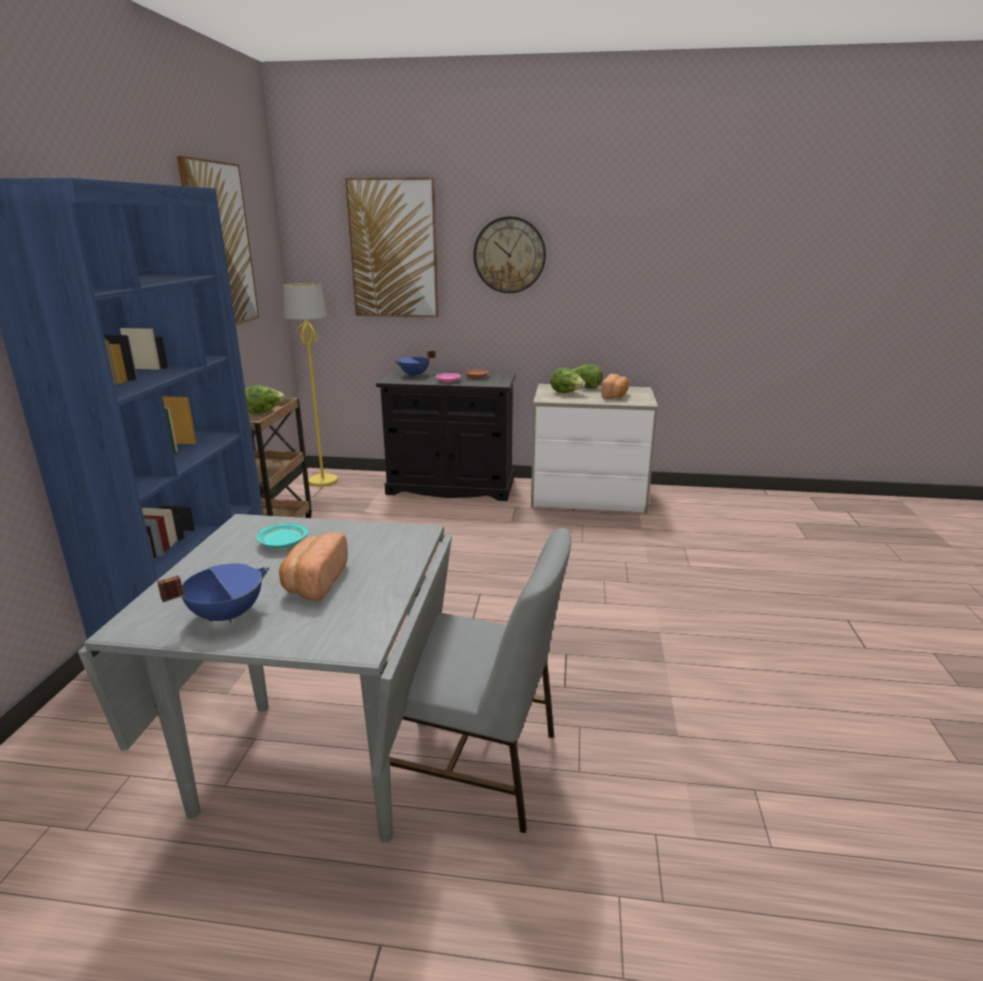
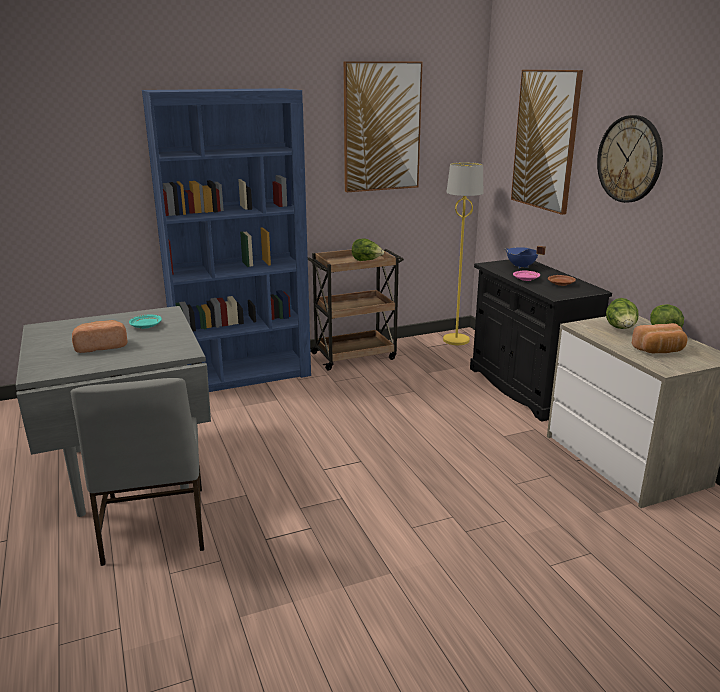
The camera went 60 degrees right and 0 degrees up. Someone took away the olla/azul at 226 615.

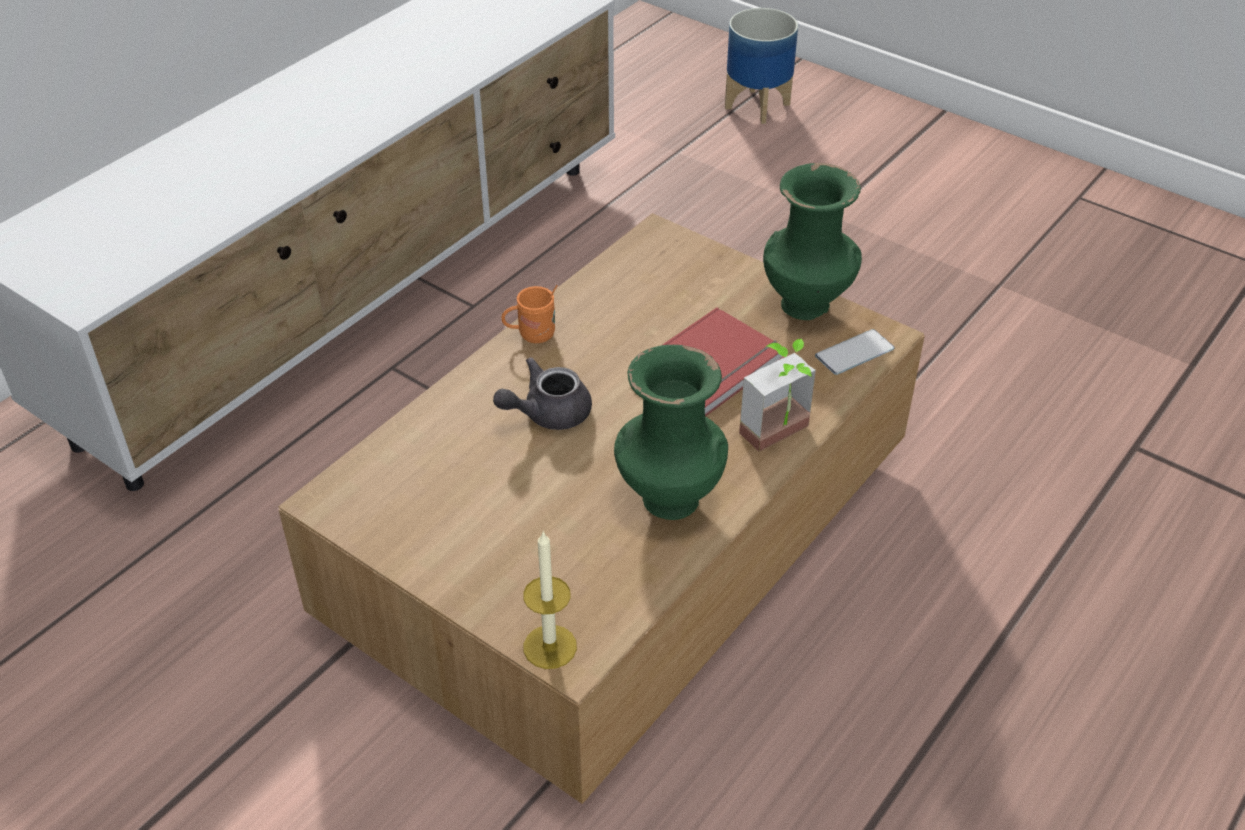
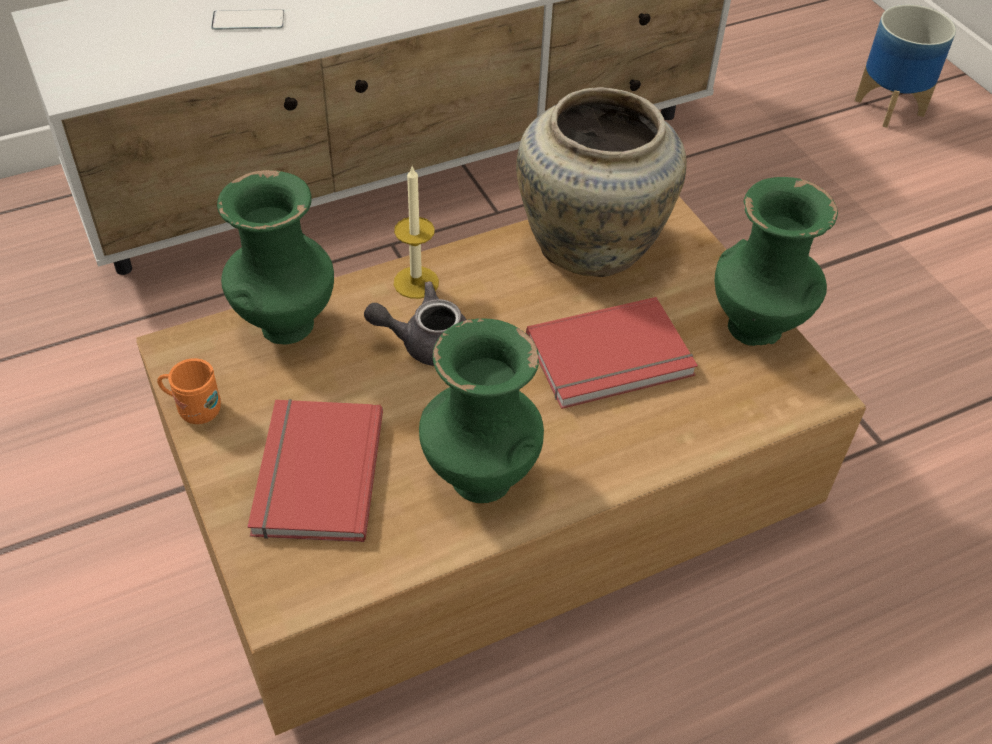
The camera went 25 degrees right and 5 degrees up. Someone carried the taza grande/naranja from 531 335 to 194 409. Someone carried the vela from 550 646 to 416 282. Someone took away the planta en maceta at 782 437. Someone carried the móvil from 854 353 to 248 20. Someone put down the florero/verde at 285 327. Someone put down the libro/rojo at 313 473. Someone put down the florero/beis at 592 245.

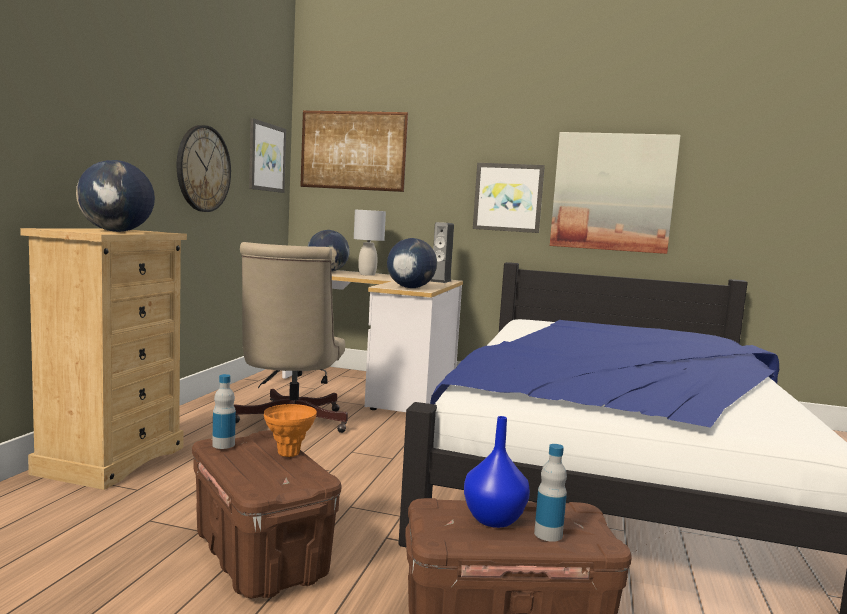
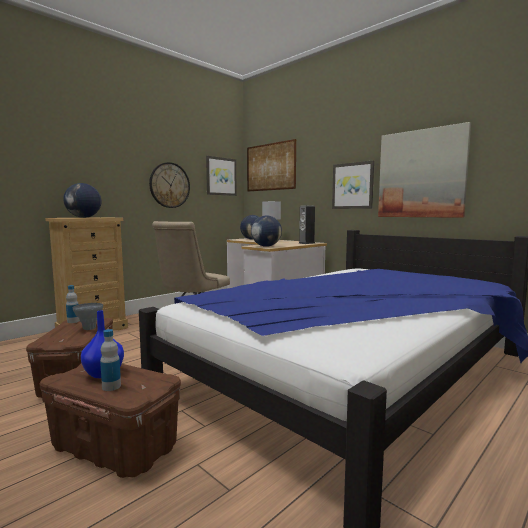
The camera went 30 degrees right and 0 degrees up. Someone repainted the florero/naranja at 289 453, which became the florero/gris at 89 328.

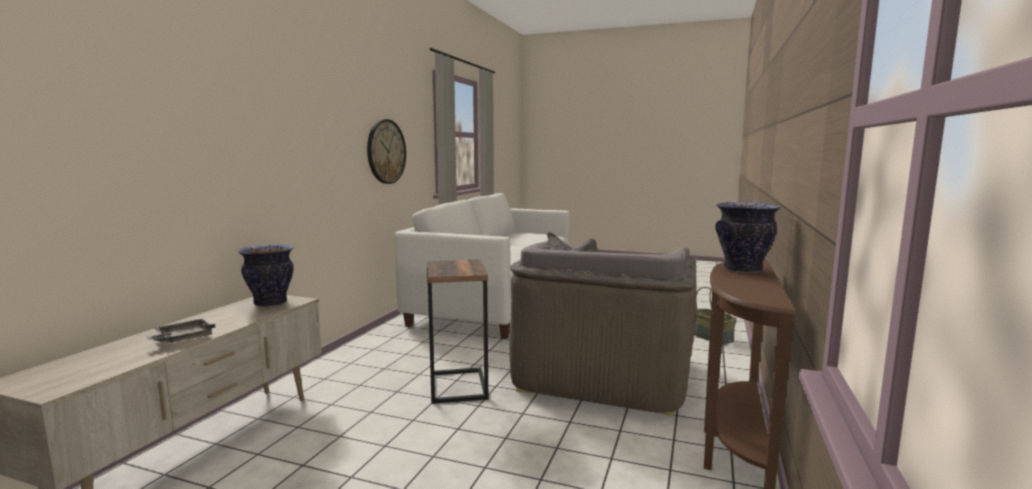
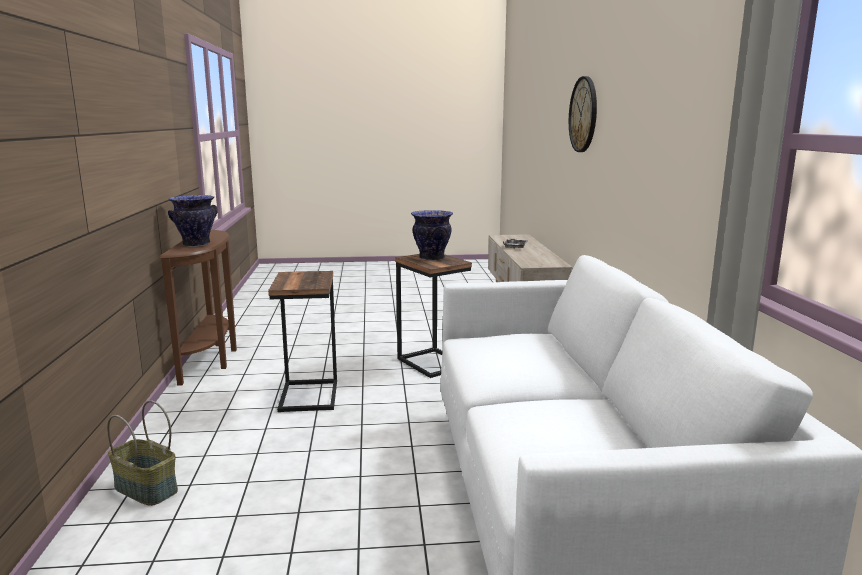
The camera went 155 degrees right and 5 degrees up. Someone carried the florero from 271 303 to 431 258. Someone carried the reloj de pared from 386 151 to 583 114. Someone swapped the sillón/gris at 603 374 for the mesa auxiliar at 310 395.

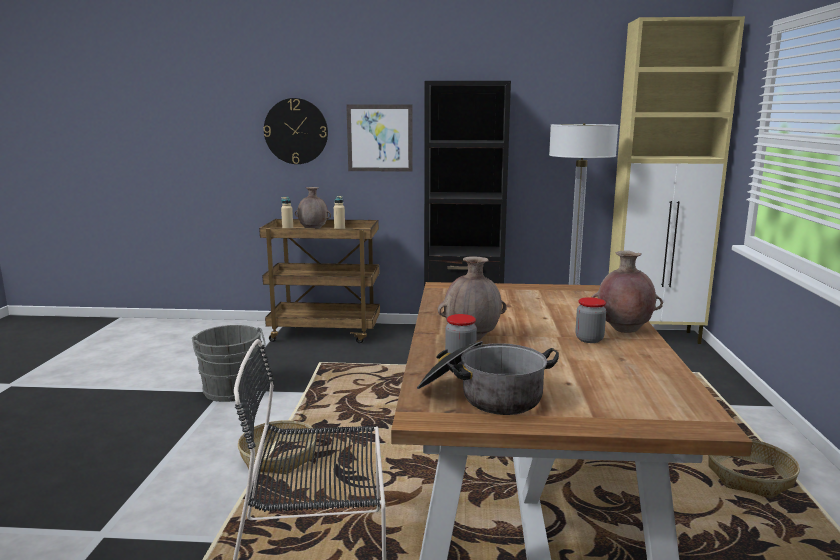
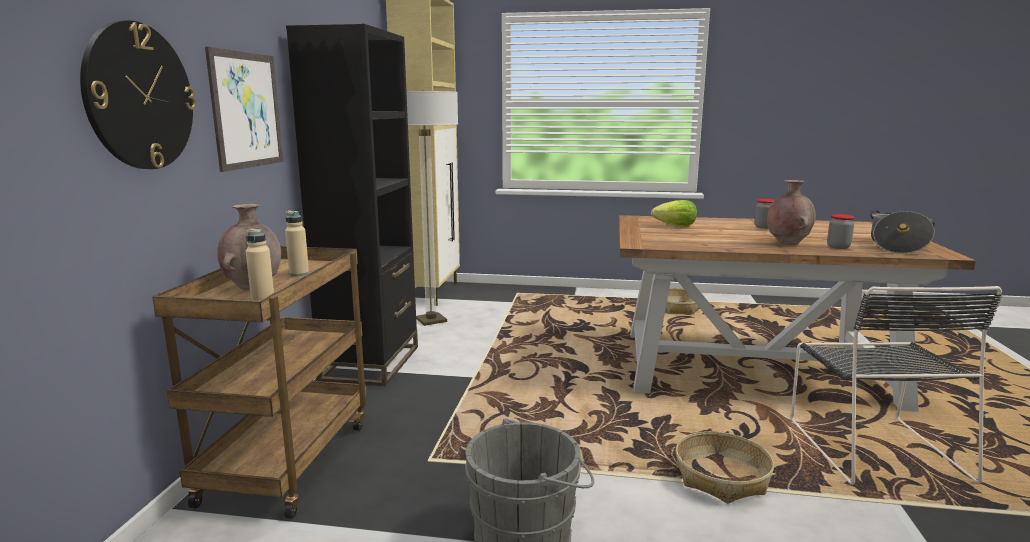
The camera went 85 degrees left and 0 degrees up. Someone took away the florero/marrón at 623 330. Someone put down the lechuga at 675 226.

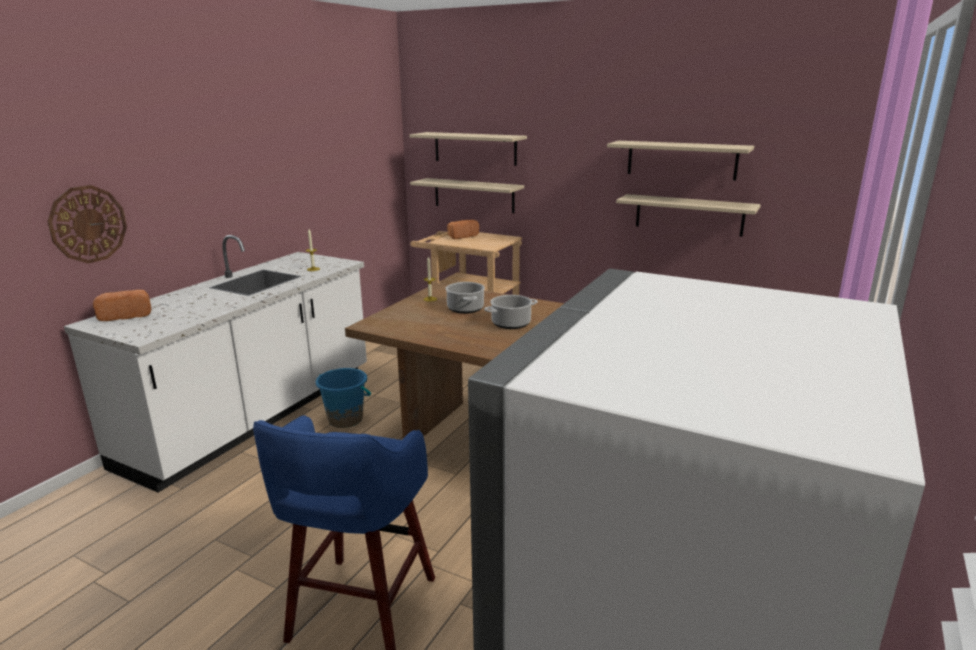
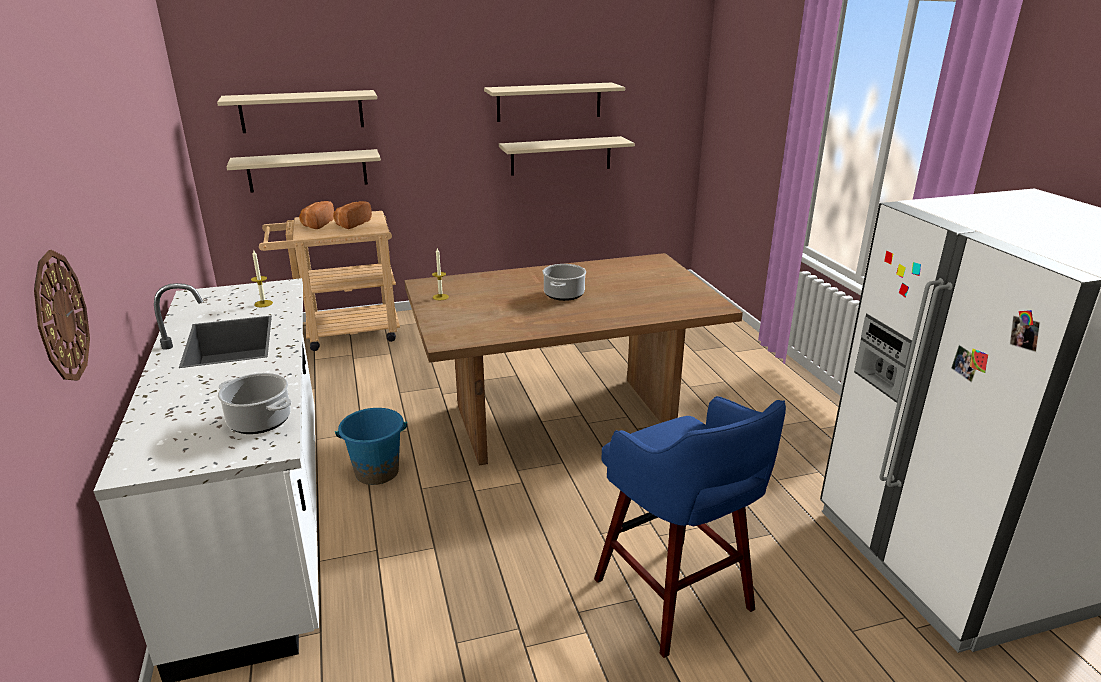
The camera went 45 degrees left and 5 degrees up. Someone carried the pan from 126 315 to 352 224. Someone carried the olla from 466 309 to 260 421.

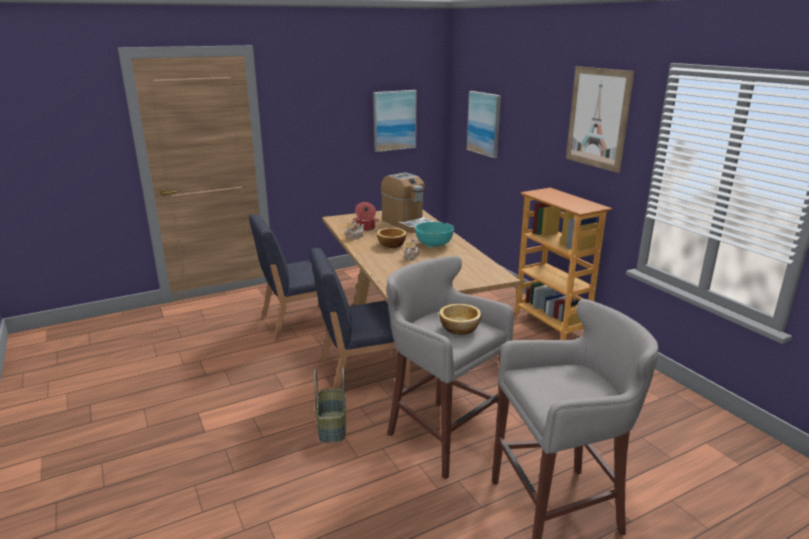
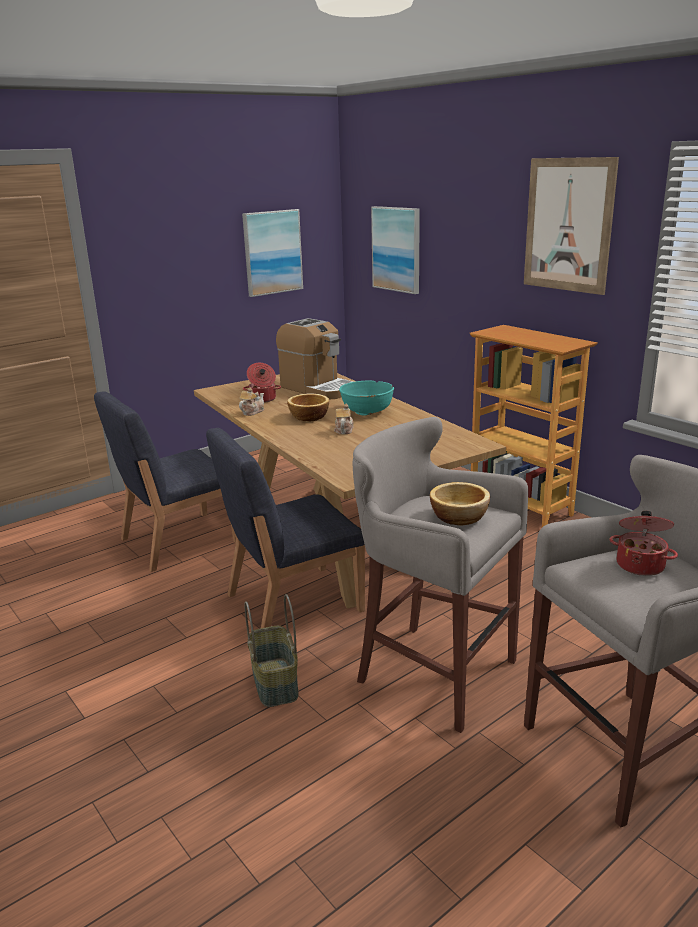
The camera went 10 degrees left and 0 degrees up. Someone put down the olla at 640 564.

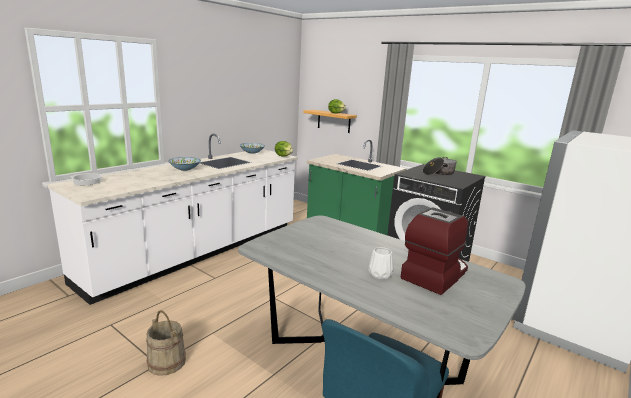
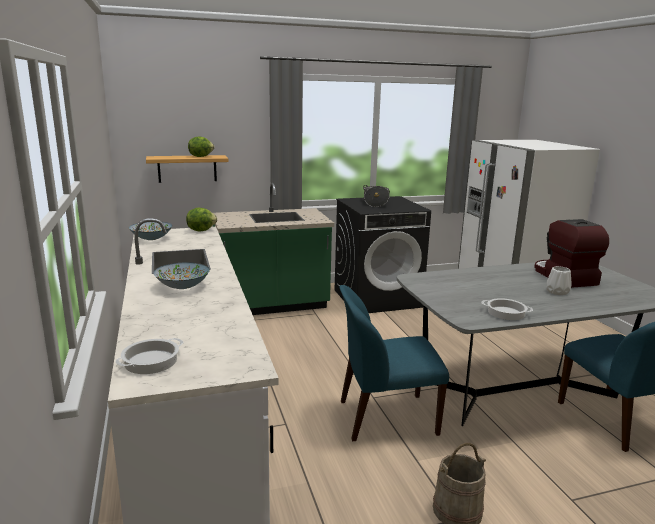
The camera went 55 degrees left and 0 degrees up. Someone put down the silla/azul at 385 417. Someone put down the olla at 506 313.

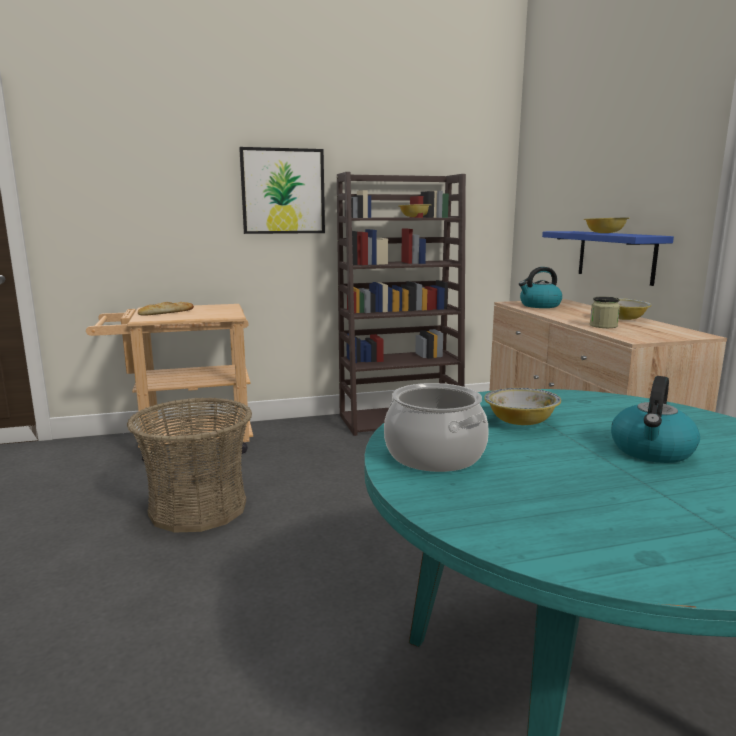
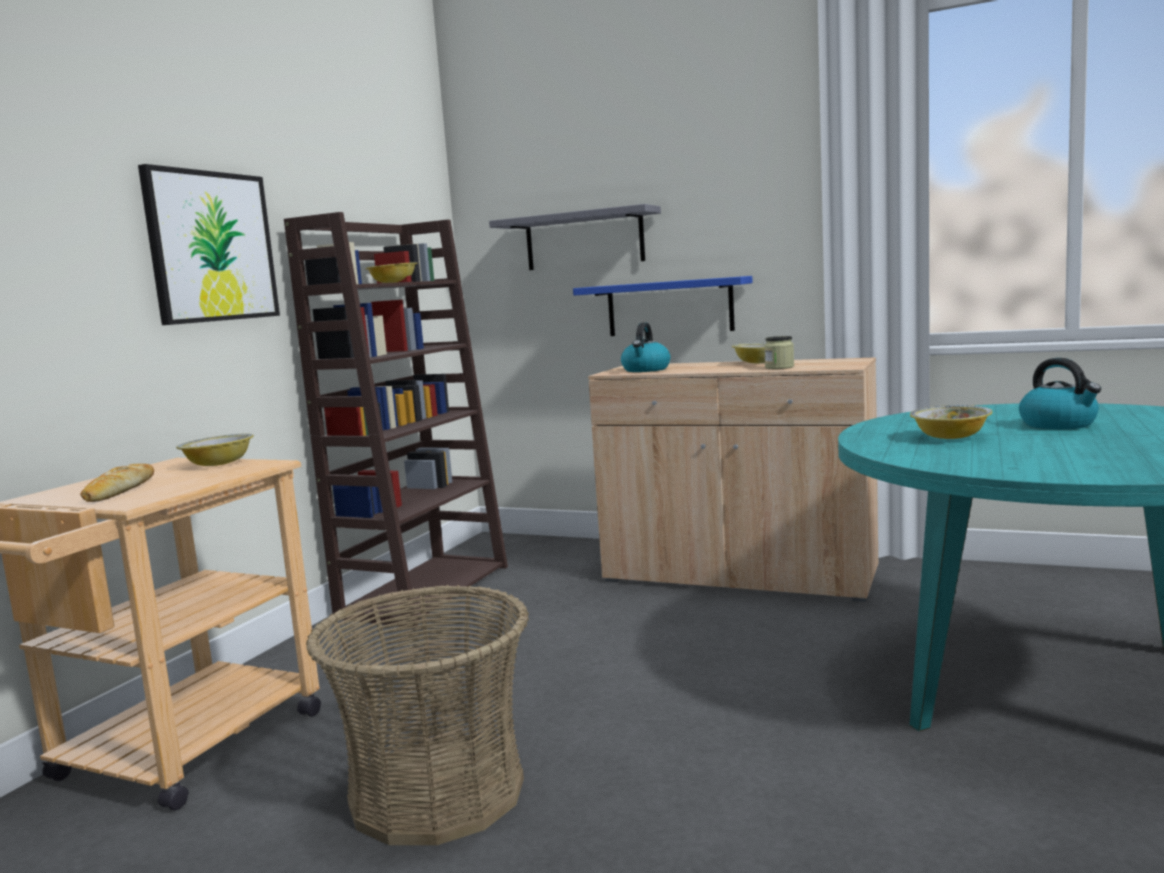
The camera went 50 degrees left and 5 degrees down. Someone took away the olla at 434 455. Someone carried the cuenco from 604 233 to 218 464. Someone put up the estante/gris at 584 240.

